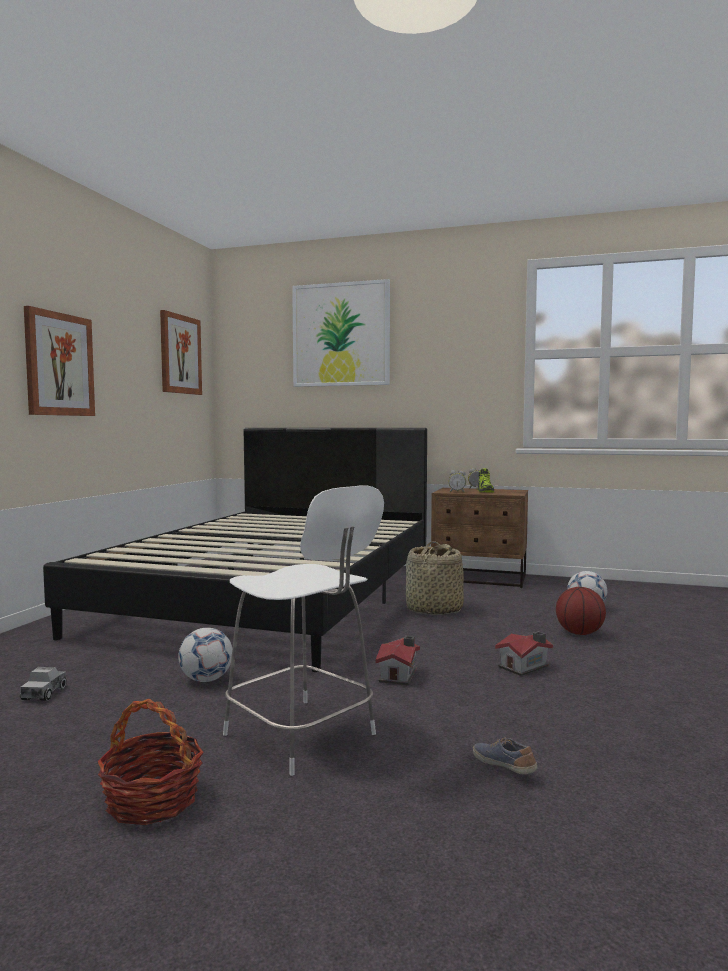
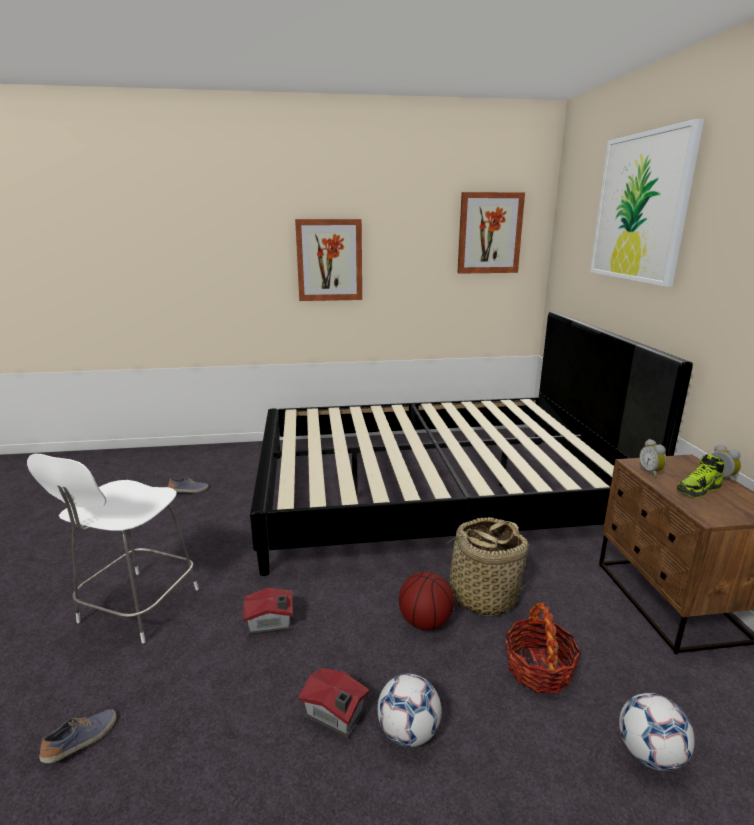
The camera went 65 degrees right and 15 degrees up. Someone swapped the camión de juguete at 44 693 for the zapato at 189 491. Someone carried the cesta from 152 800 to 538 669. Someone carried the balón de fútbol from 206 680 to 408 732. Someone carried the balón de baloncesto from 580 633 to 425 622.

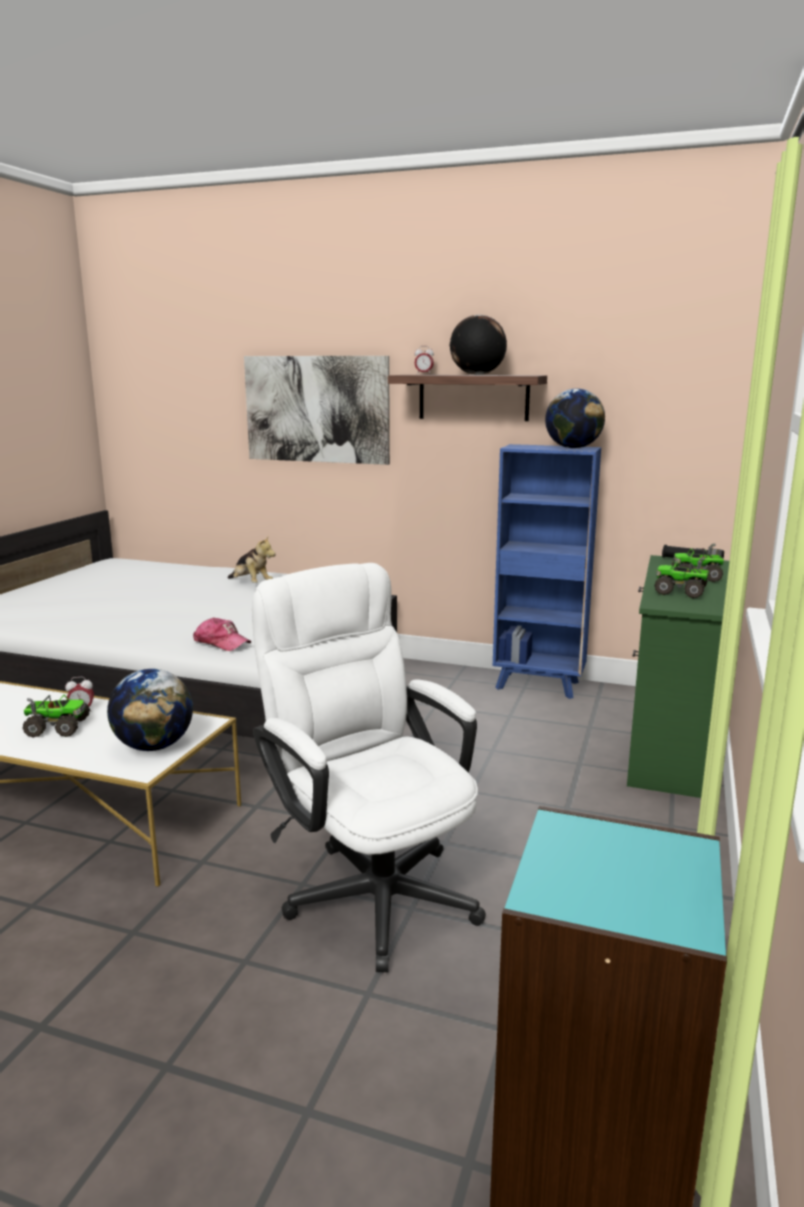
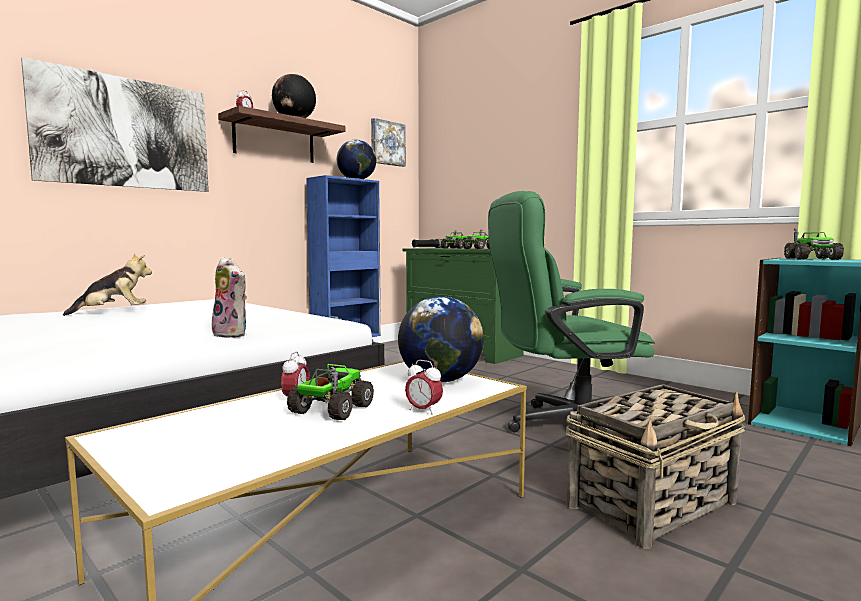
The camera went 65 degrees left and 10 degrees down. Someone took away the gorra at 221 643. Someone repainted the silla de oficina/blanco at 371 887, which became the silla de oficina/verde at 565 427. Someone put down the peluche at 233 334. Someone put up the cuadro at 387 143. Someone put down the despertador at 423 410. Someone put down the cesta at 653 503. Someone put down the camión de juguete at 811 259.

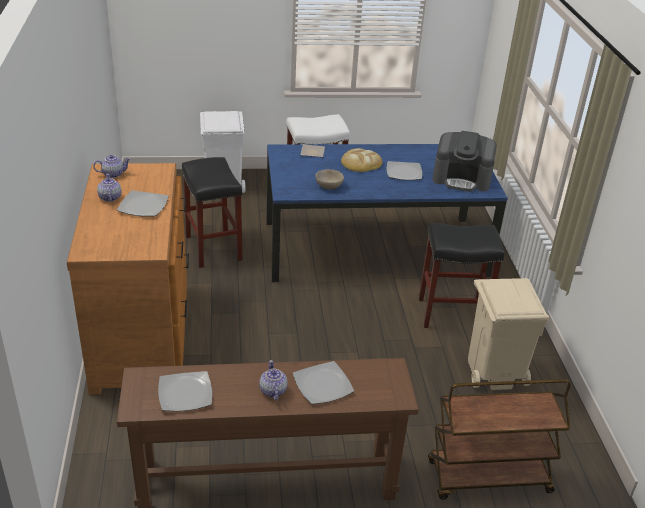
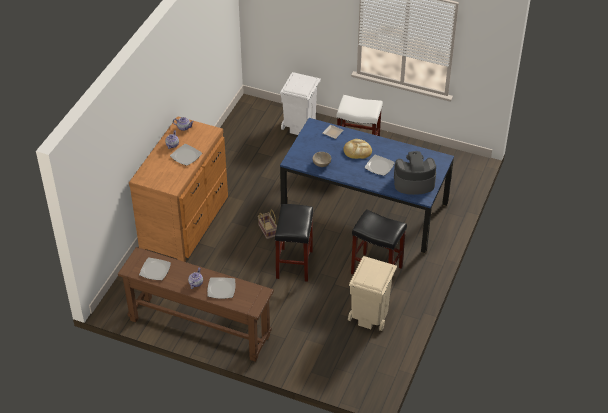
The camera went 30 degrees right and 10 degrees up. Someone carried the taburete/negro from 212 247 to 294 264. Someone took away the carrito/marrón at 488 478. Someone rotated the cafetera at 462 179 by 135 degrees clockwise. Someone put down the cesta at 267 230.

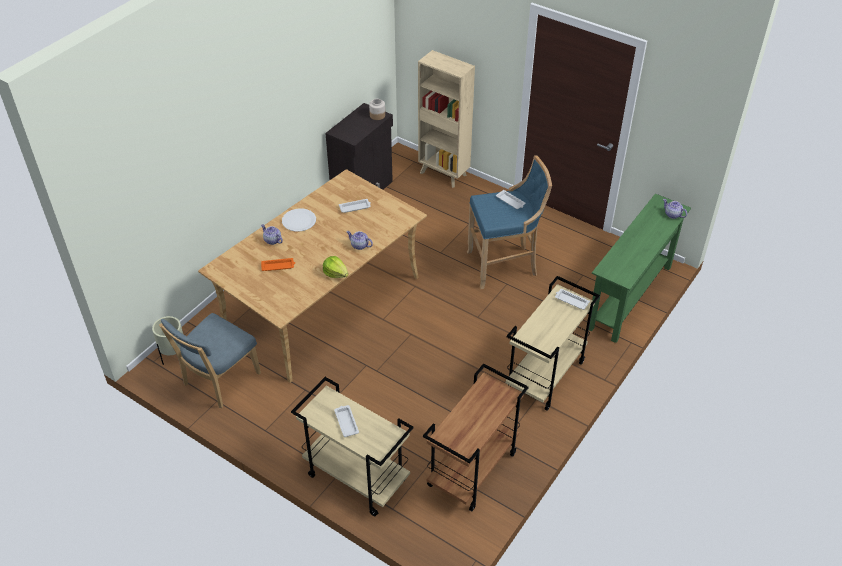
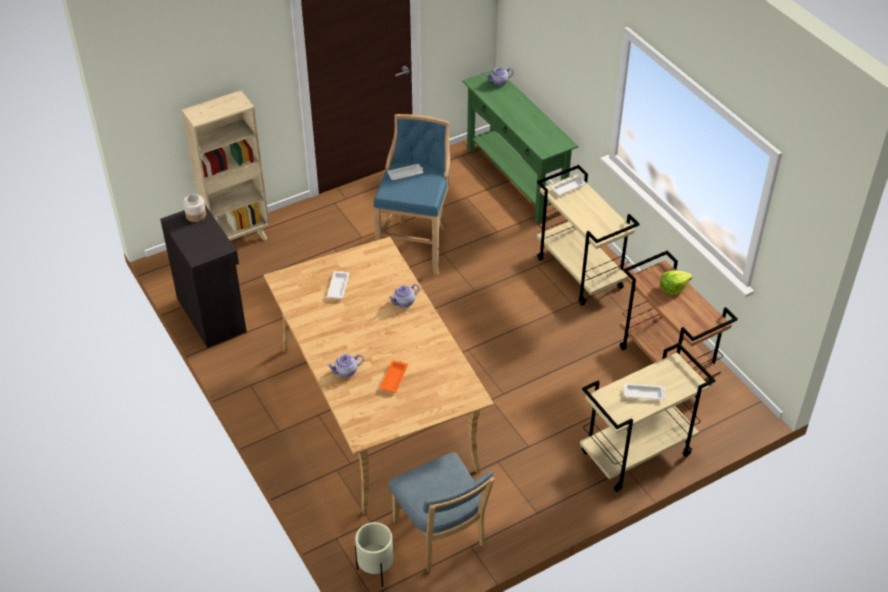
The camera went 65 degrees left and 0 degrees up. Someone took away the plato/blanco at 299 221. Someone carried the lechuga from 335 273 to 673 287.

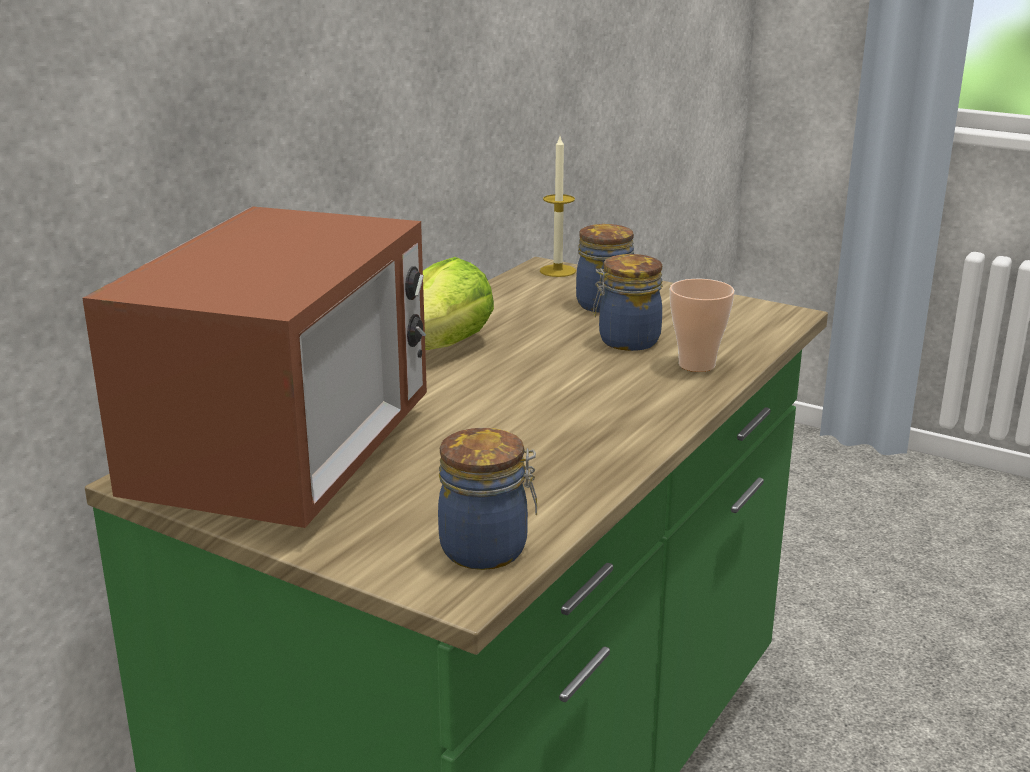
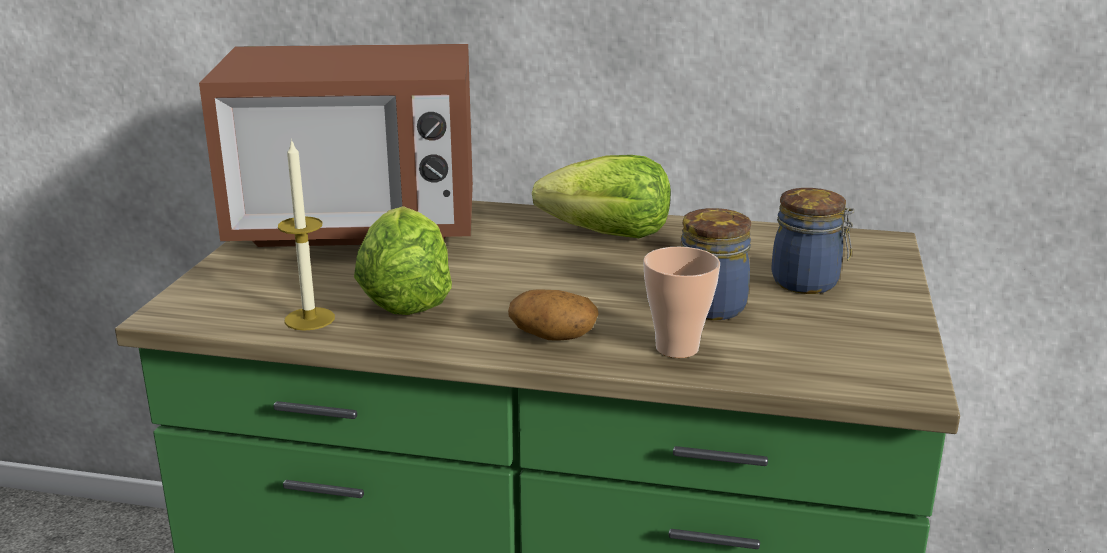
The camera went 70 degrees right and 0 degrees up. Someone took away the tarro at 488 550. Someone carried the vela from 557 271 to 309 319. Someone put down the lechuga at 405 299. Someone put down the patata at 552 336.

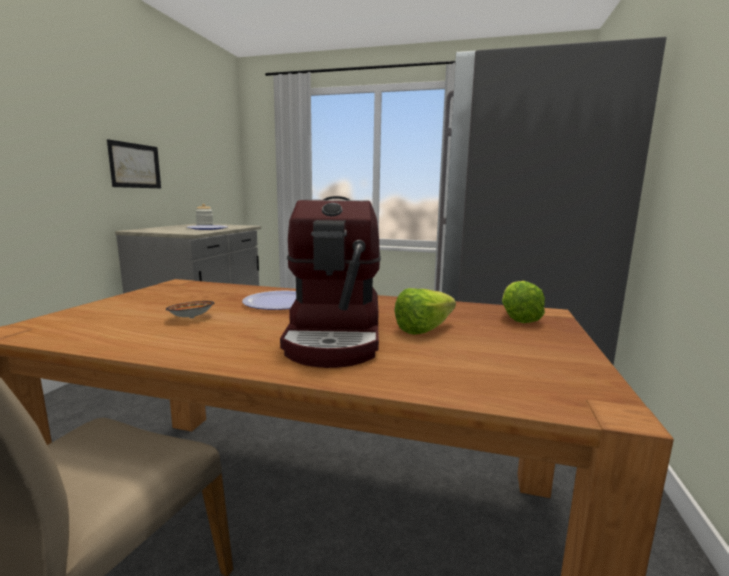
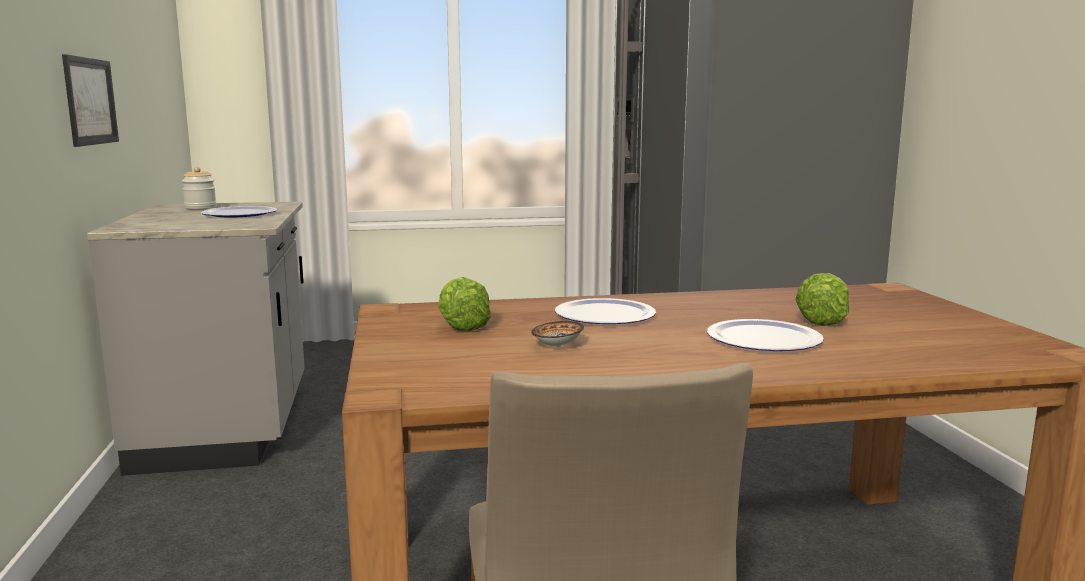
The camera went 25 degrees left and 0 degrees up. Someone swapped the cafetera at 336 336 for the plato at 763 338. Someone carried the lechuga from 518 316 to 461 323.

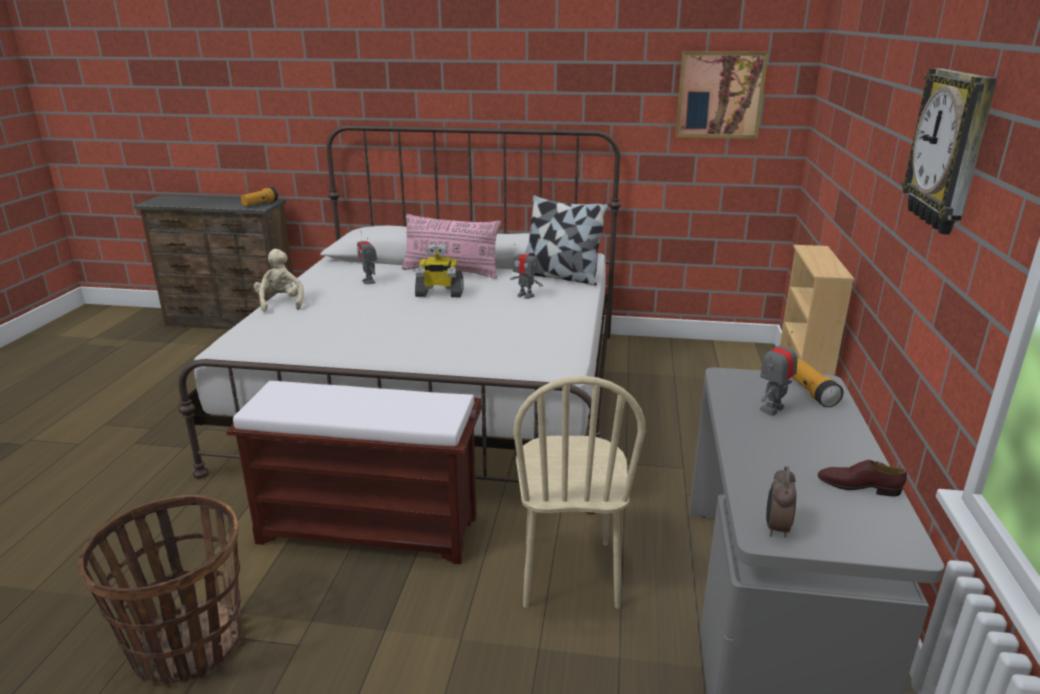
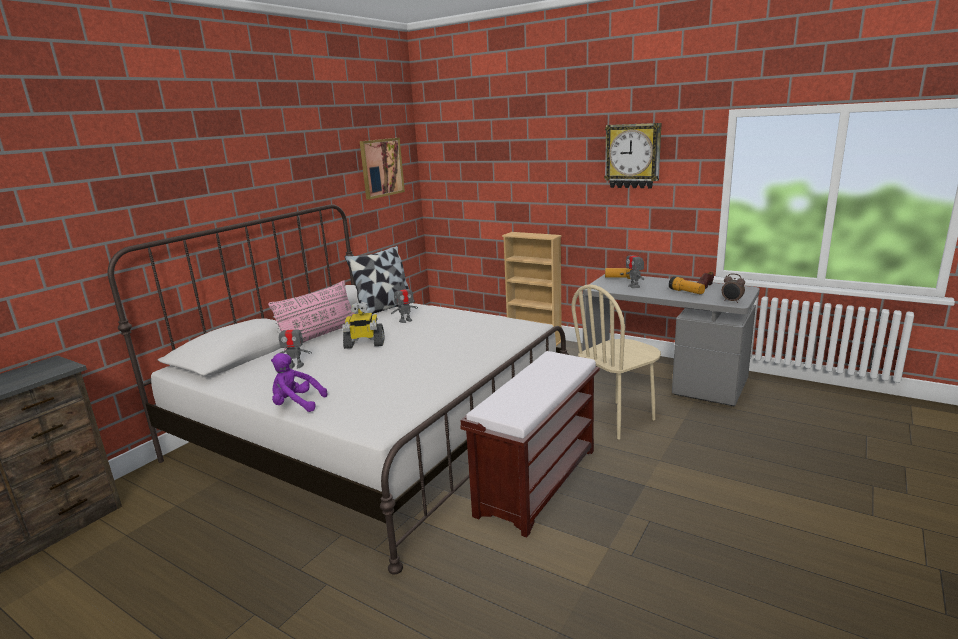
The camera went 65 degrees left and 5 degrees down. Someone took away the cesta at 187 646. Someone carried the linterna from 260 204 to 686 292. Someone repainted the peluche/beis at 281 303, which became the peluche/morado at 296 404. Someone rotated the robot de juguete at 439 293 by 60 degrees clockwise. Someone rotated the silla/beis at 569 573 by 120 degrees clockwise.

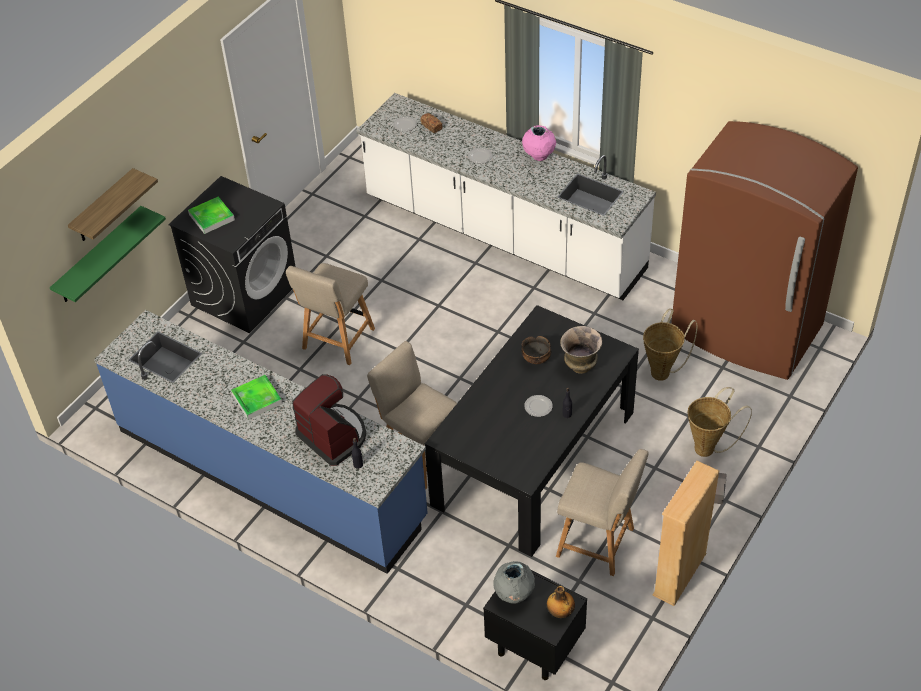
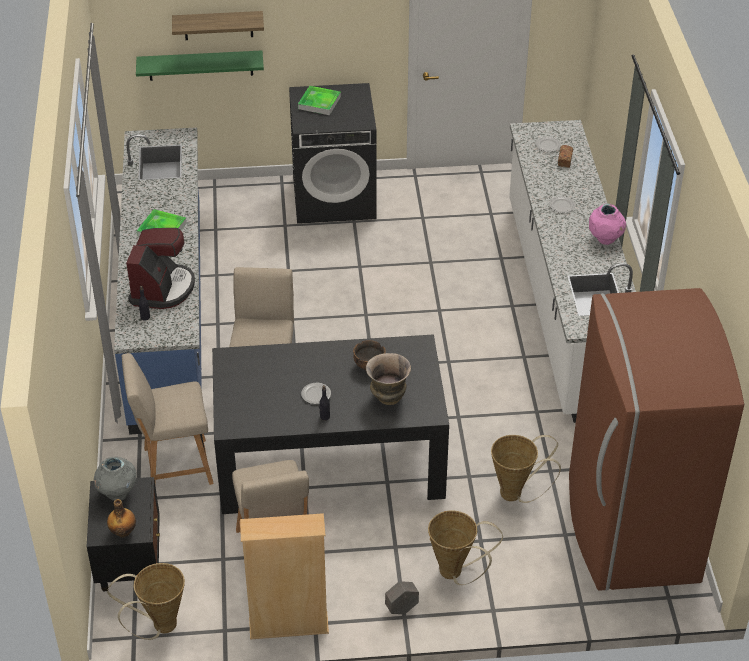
The camera went 50 degrees right and 5 degrees down. Someone carried the silla/beis from 336 341 to 174 466. Someone put down the cesta at 159 626.

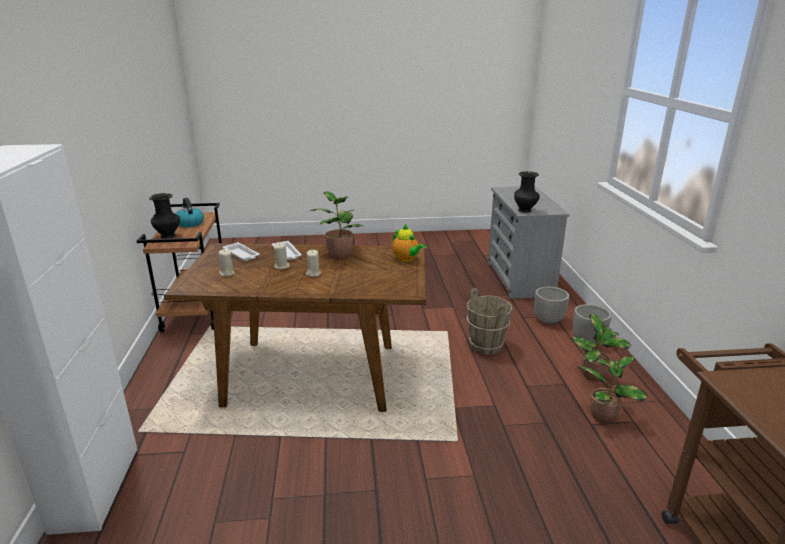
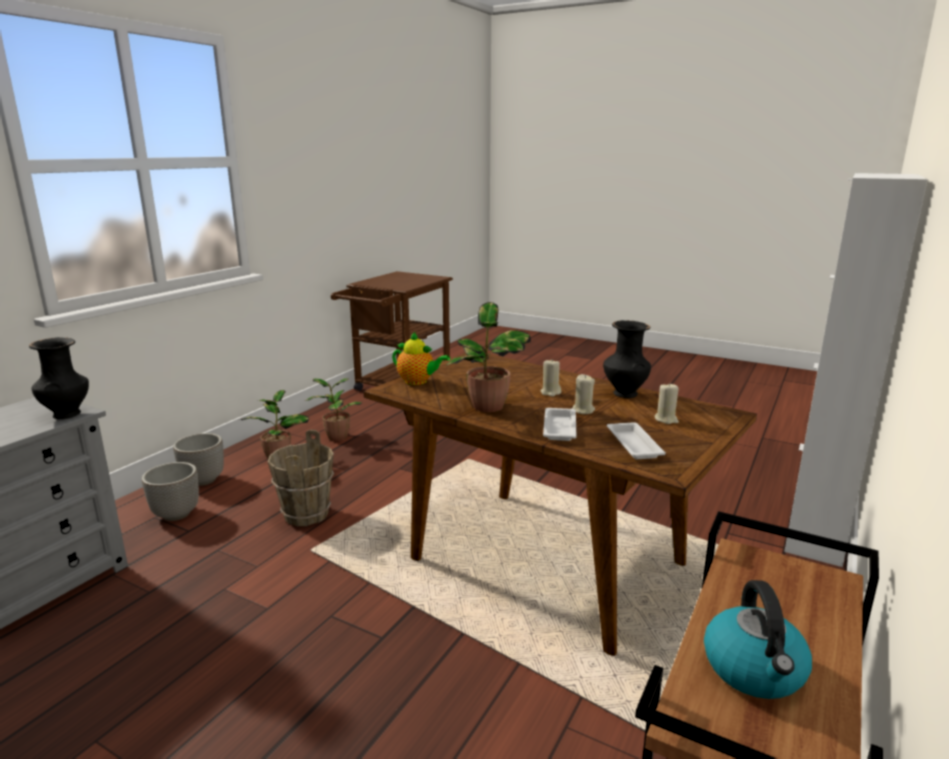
The camera went 145 degrees left and 5 degrees down. Someone carried the florero/negro from 168 236 to 624 393. Someone rotated the tetera at 406 259 by 120 degrees clockwise.

